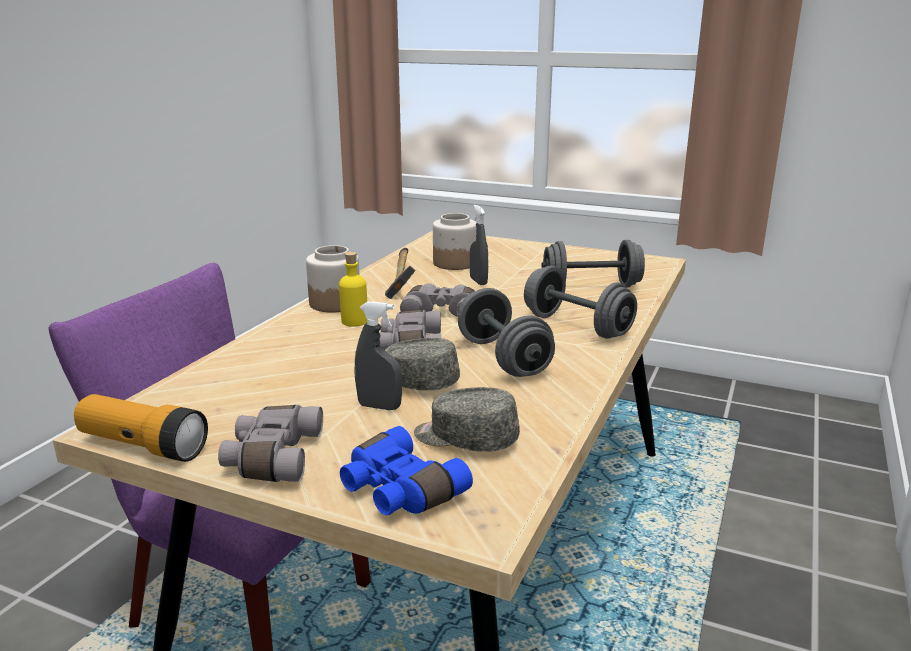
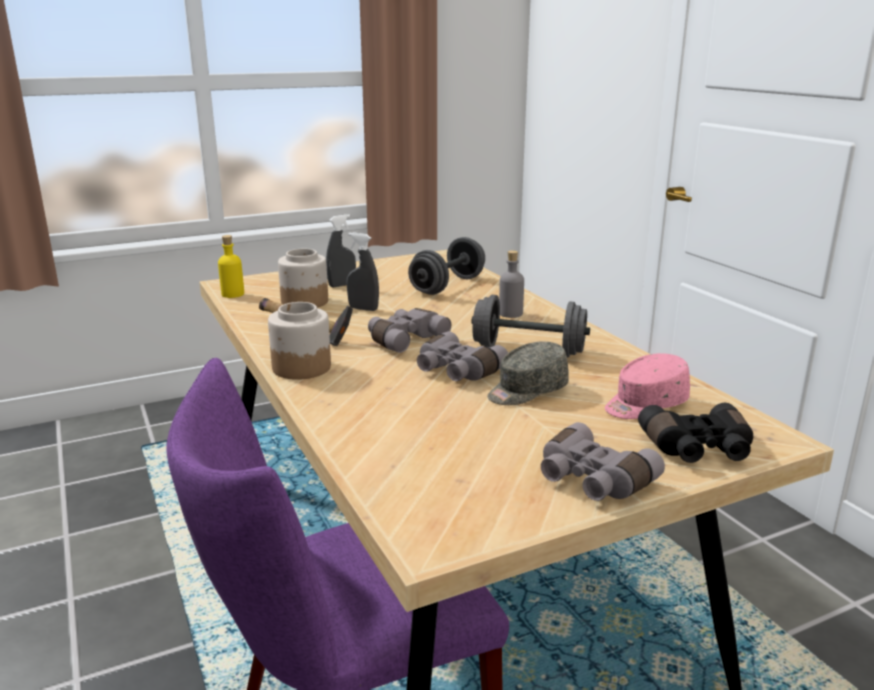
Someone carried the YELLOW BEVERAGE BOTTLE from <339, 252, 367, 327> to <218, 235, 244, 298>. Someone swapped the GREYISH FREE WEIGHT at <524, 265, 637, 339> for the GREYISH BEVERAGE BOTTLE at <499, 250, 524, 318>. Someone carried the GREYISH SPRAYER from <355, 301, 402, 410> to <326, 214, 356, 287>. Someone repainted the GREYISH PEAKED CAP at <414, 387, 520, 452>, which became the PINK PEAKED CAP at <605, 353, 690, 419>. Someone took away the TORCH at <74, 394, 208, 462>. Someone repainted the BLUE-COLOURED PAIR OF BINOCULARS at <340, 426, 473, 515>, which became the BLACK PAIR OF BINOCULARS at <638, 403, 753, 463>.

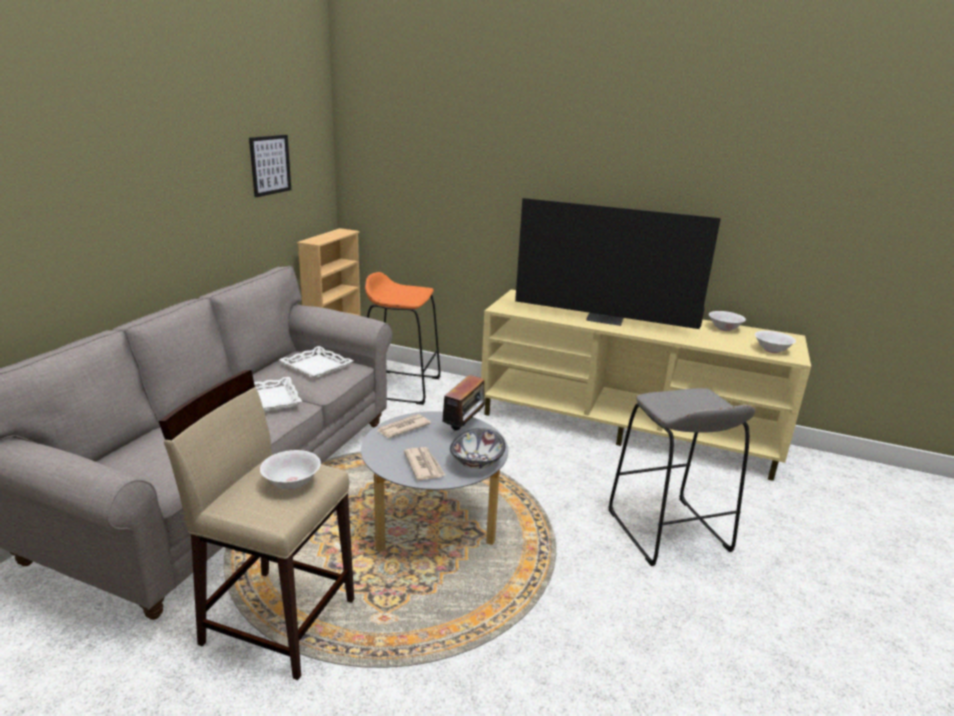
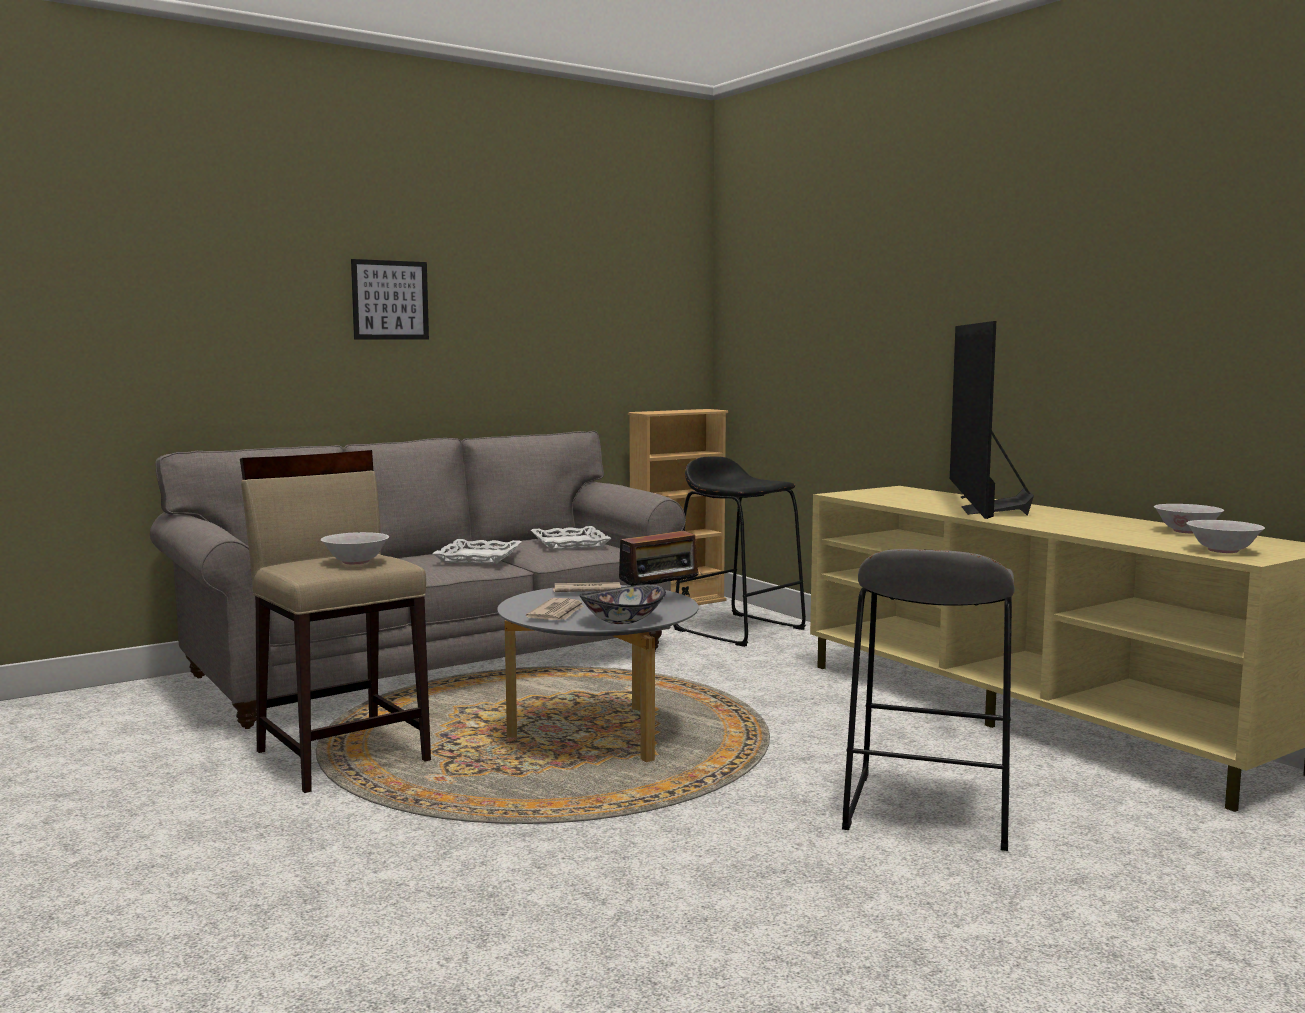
Someone carried the PICTURE from <249, 135, 291, 197> to <351, 259, 429, 340>. Someone rotated the TV SET at <515, 198, 721, 329> by 45 degrees clockwise. Someone repainted the ORANGEY SITTING STOOL at <365, 272, 440, 405>, which became the BLACK SITTING STOOL at <673, 456, 806, 647>.

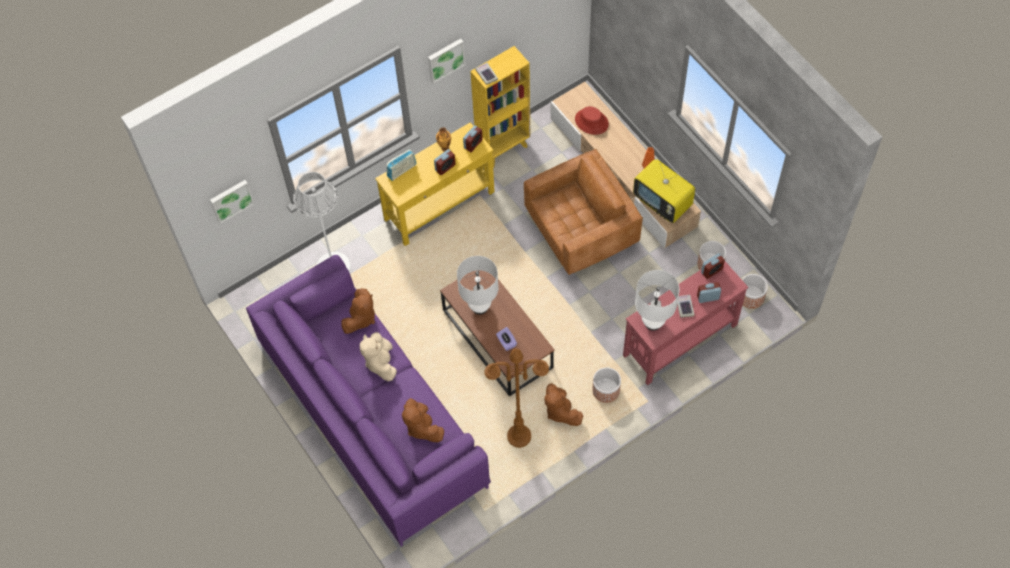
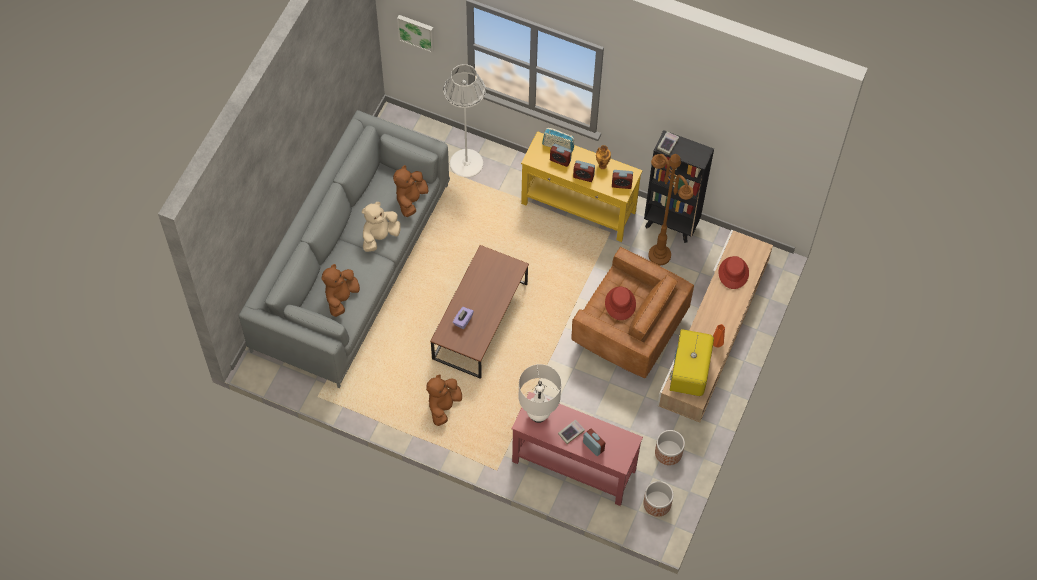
Someone took away the PICTURE at <428, 38, 465, 84>. Someone repainted the YELLOW BOOKCASE at <470, 46, 530, 168>, which became the BLACK BOOKCASE at <644, 130, 714, 243>. Someone carried the BEDSIDE CLOCK from <701, 253, 725, 279> to <550, 143, 572, 167>. Someone repainted the PURPLISH SOFA at <246, 255, 491, 546>, which became the GREYISH SOFA at <239, 110, 450, 388>. Someone took away the WHITE-COLOURED TABLETOP LAMP at <457, 256, 499, 315>. Someone rotated the BROWNISH SOFT TOY at <341, 288, 375, 334> by 120 degrees clockwise. Someone carried the BROWNISH STANDARD LAMP from <484, 349, 549, 448> to <648, 154, 693, 265>. Someone took away the PLANT POT at <592, 367, 621, 403>. Someone put down the RED WEARABLE HAT at <605, 287, 636, 320>.

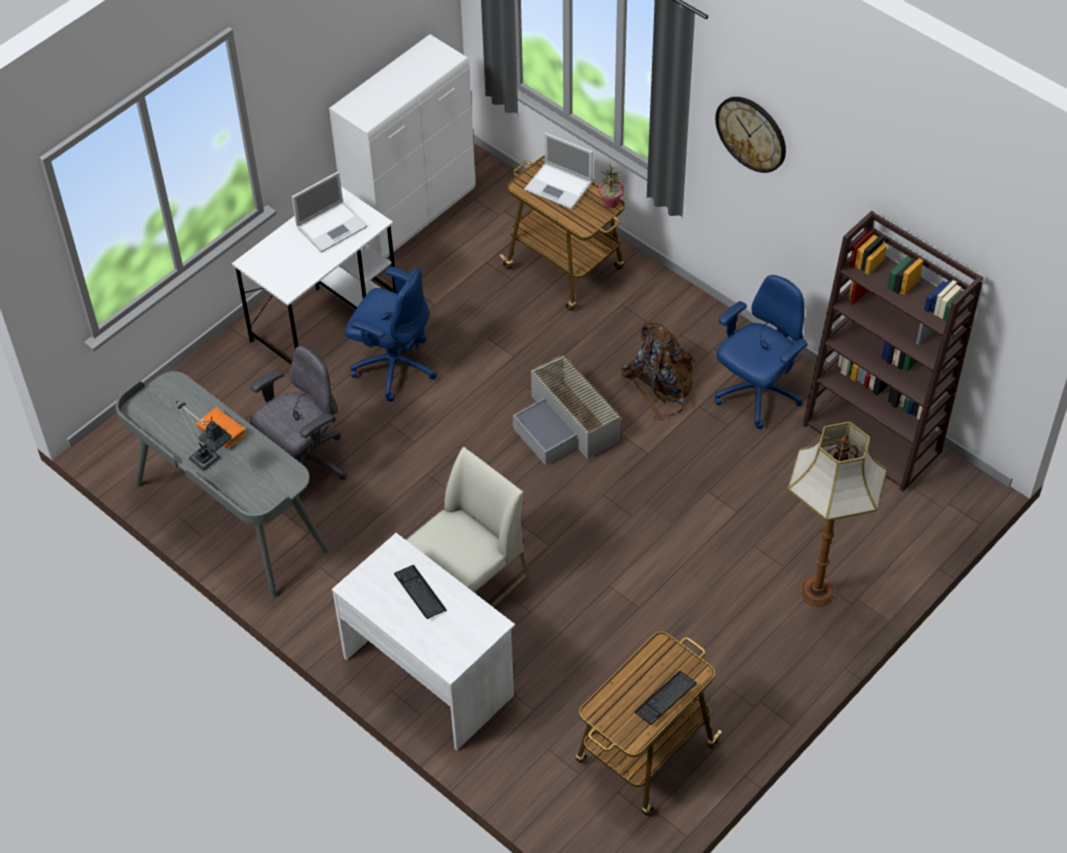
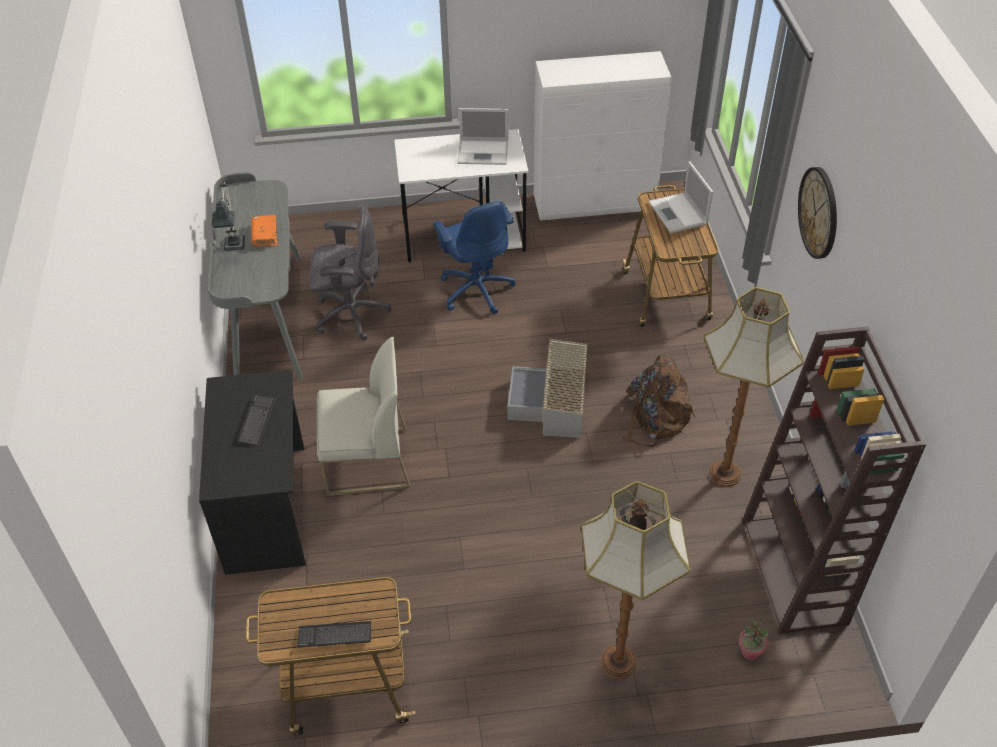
Someone carried the HOUSEPLANT from <599, 164, 624, 208> to <739, 616, 769, 660>. Someone swapped the BLUE-COLOURED DESK CHAIR at <715, 275, 808, 429> for the STANDARD LAMP at <704, 287, 804, 487>. Someone repainted the WHITE-COLOURED DESK UNIT at <332, 533, 515, 750>, which became the BLACK DESK UNIT at <199, 370, 306, 575>.

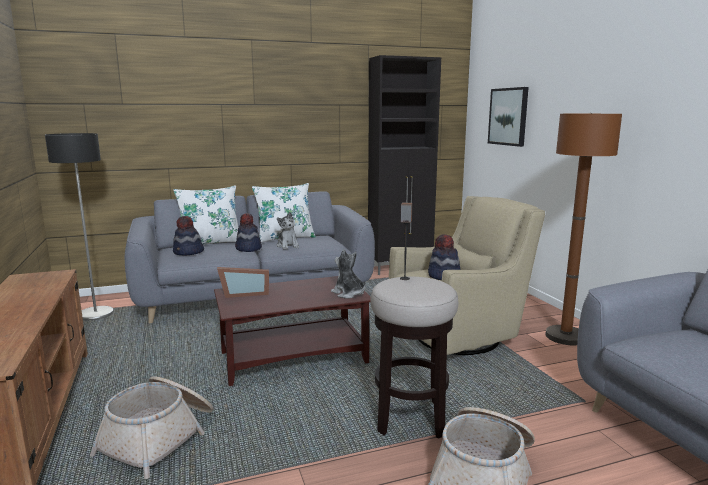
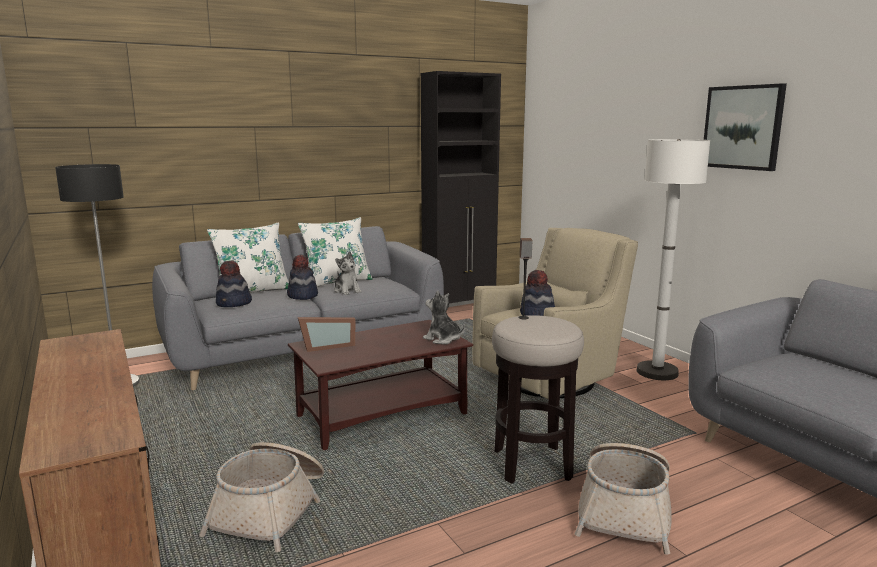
Someone carried the PICTURE from <488, 87, 529, 147> to <704, 83, 787, 171>. Someone repainted the BROWNISH STANDARD LAMP at <545, 113, 622, 345>, which became the WHITE-COLOURED STANDARD LAMP at <637, 139, 710, 380>.

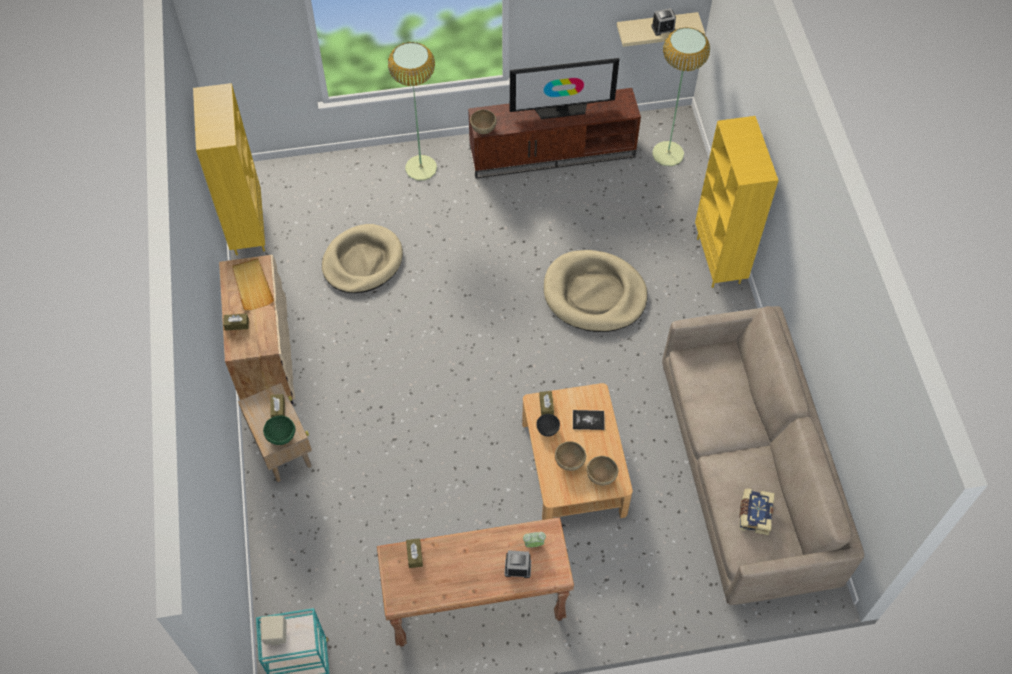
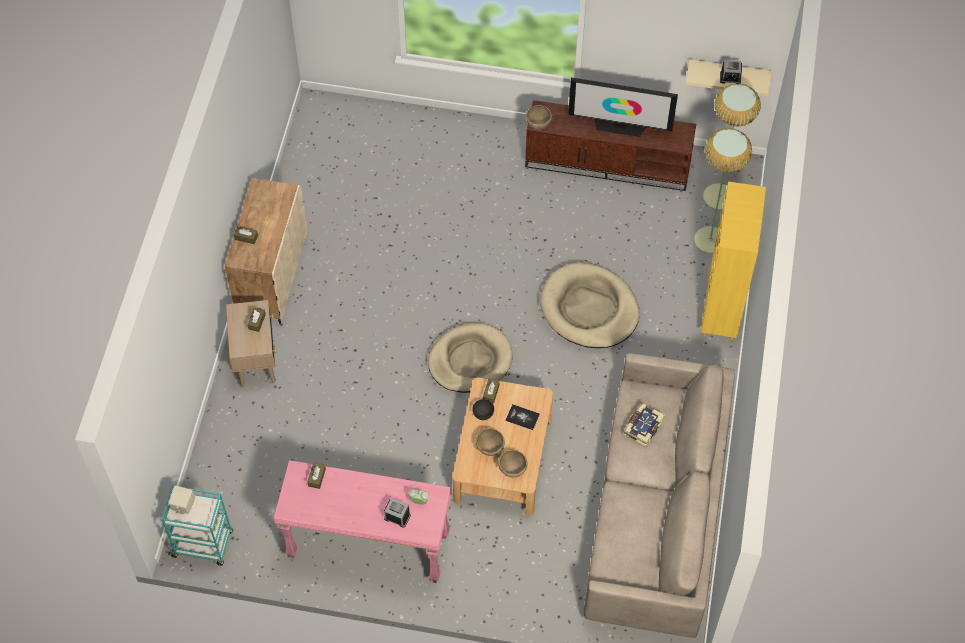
Someone carried the STANDARD LAMP from <388, 42, 437, 181> to <694, 128, 752, 254>. Someone took away the YELLOW BOOKCASE at <193, 83, 265, 255>. Someone carried the BEIGE-COLOURED PET BED from <322, 224, 403, 293> to <428, 323, 513, 393>. Someone took away the BEIGE-COLOURED SERVING TRAY at <232, 258, 274, 311>. Someone took away the GREENISH BOWL at <263, 415, 295, 445>. Someone carried the BOUND BOOK from <739, 488, 775, 535> to <624, 404, 665, 448>. Someone repainted the BROWNISH NARROW TABLE at <377, 517, 574, 647>, which became the PINK NARROW TABLE at <273, 460, 451, 583>.

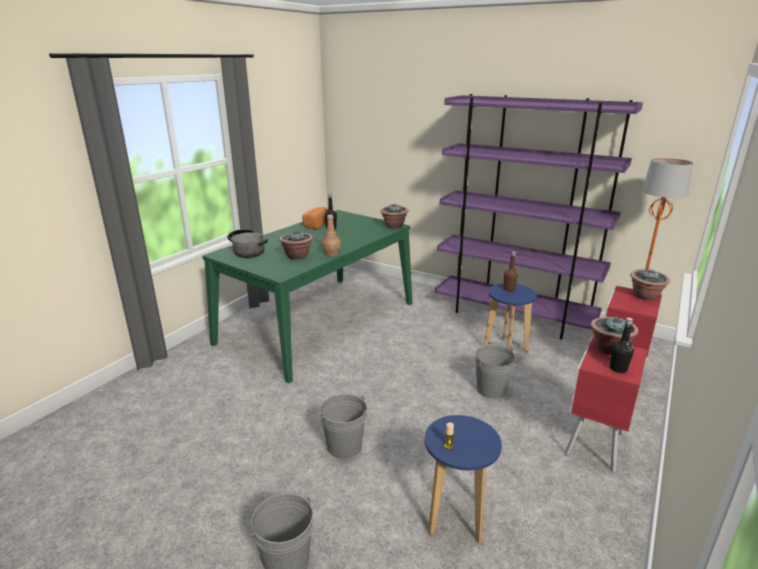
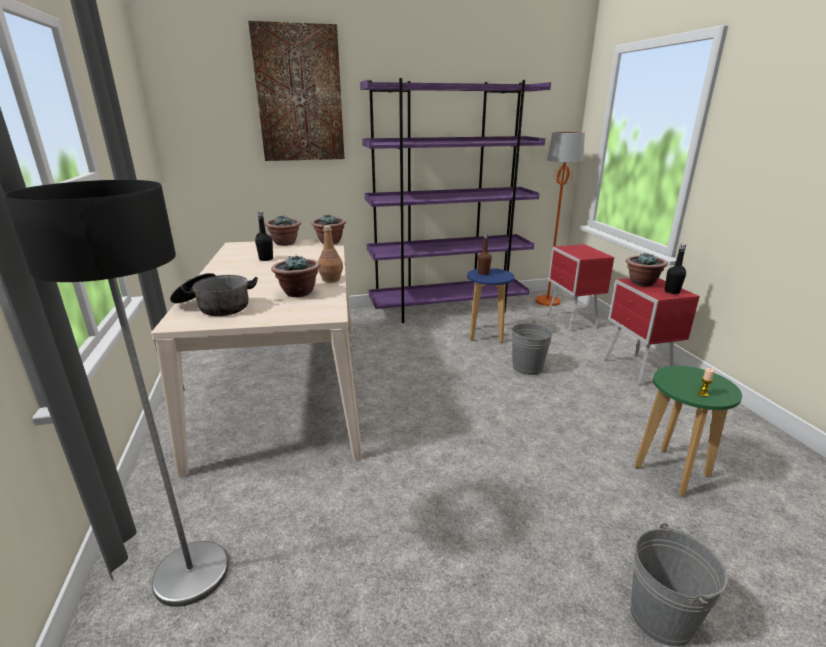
Someone took away the BAKED BREAD at <302, 207, 328, 229>. Someone repainted the GREENISH DINING TABLE at <203, 210, 412, 383>, which became the BEIGE-COLOURED DINING TABLE at <151, 238, 362, 477>. Someone carried the HOUSEPLANT from <630, 269, 670, 300> to <265, 215, 301, 246>. Someone took away the GREYISH WATER BUCKET at <320, 394, 367, 459>. Someone repainted the BLUE-COLOURED SITTING STOOL at <425, 415, 502, 543>, which became the GREENISH SITTING STOOL at <635, 366, 742, 496>. Someone put up the PICTURE at <248, 21, 344, 161>. Someone put down the STANDARD LAMP at <4, 180, 229, 607>.

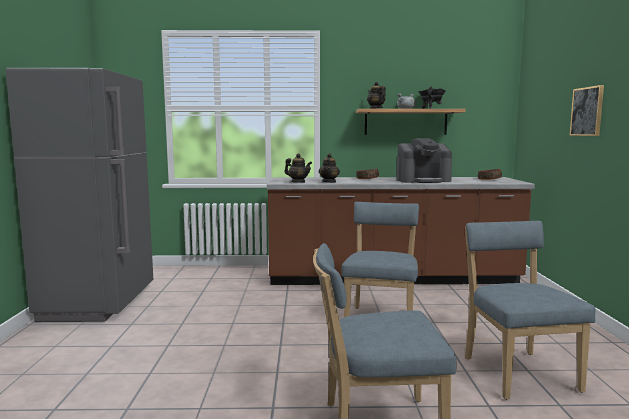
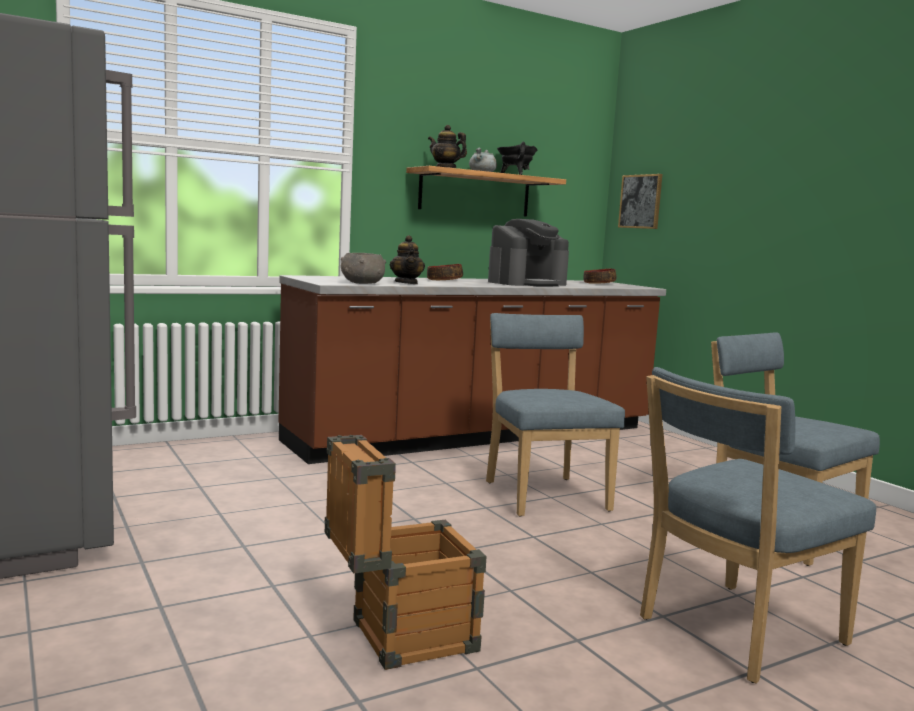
Someone carried the PICTURE from <569, 85, 604, 136> to <618, 174, 663, 229>. Someone swapped the POT FOR TEA at <285, 153, 312, 183> for the GREYISH BOWL at <341, 253, 386, 284>. Someone put down the CRATE at <325, 435, 486, 670>.

